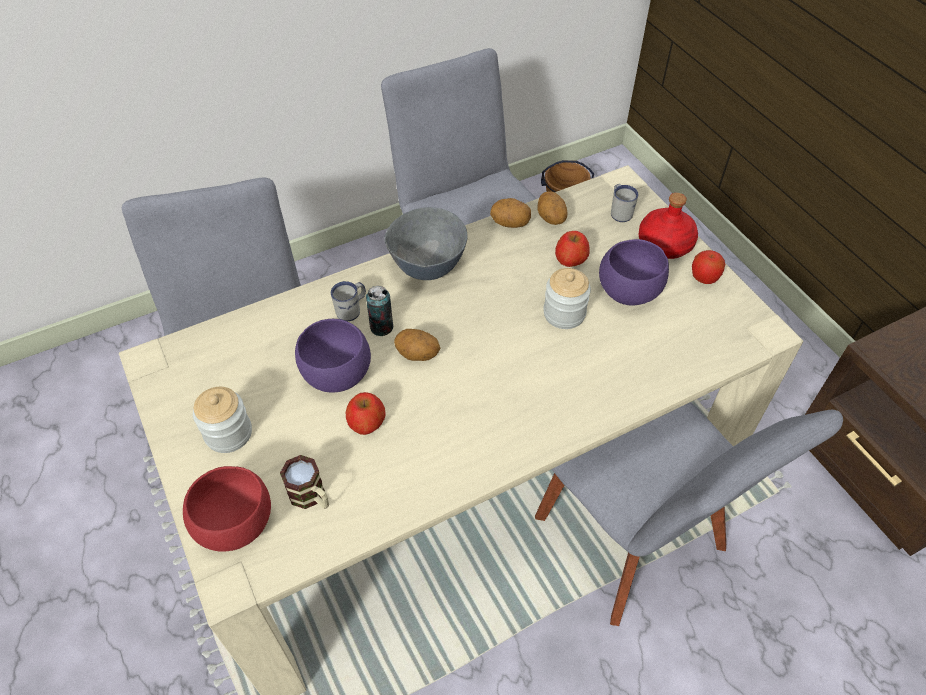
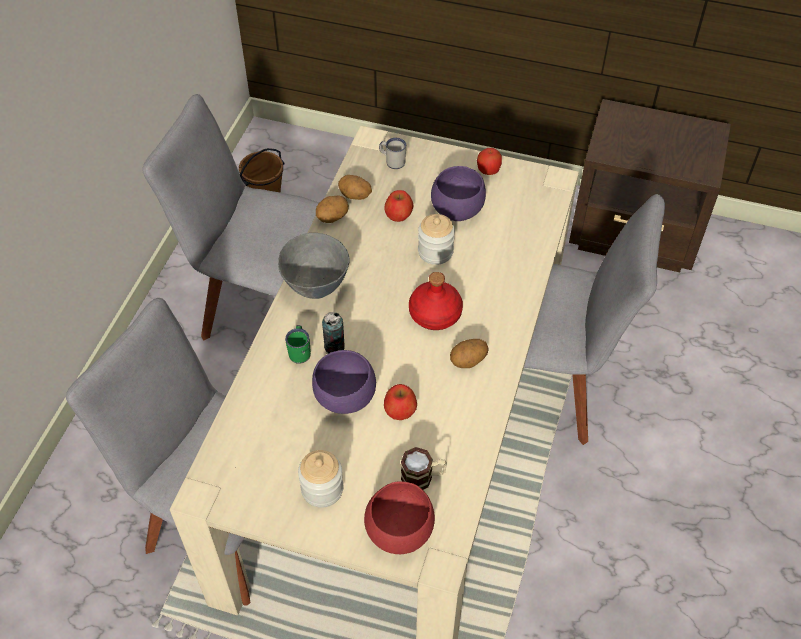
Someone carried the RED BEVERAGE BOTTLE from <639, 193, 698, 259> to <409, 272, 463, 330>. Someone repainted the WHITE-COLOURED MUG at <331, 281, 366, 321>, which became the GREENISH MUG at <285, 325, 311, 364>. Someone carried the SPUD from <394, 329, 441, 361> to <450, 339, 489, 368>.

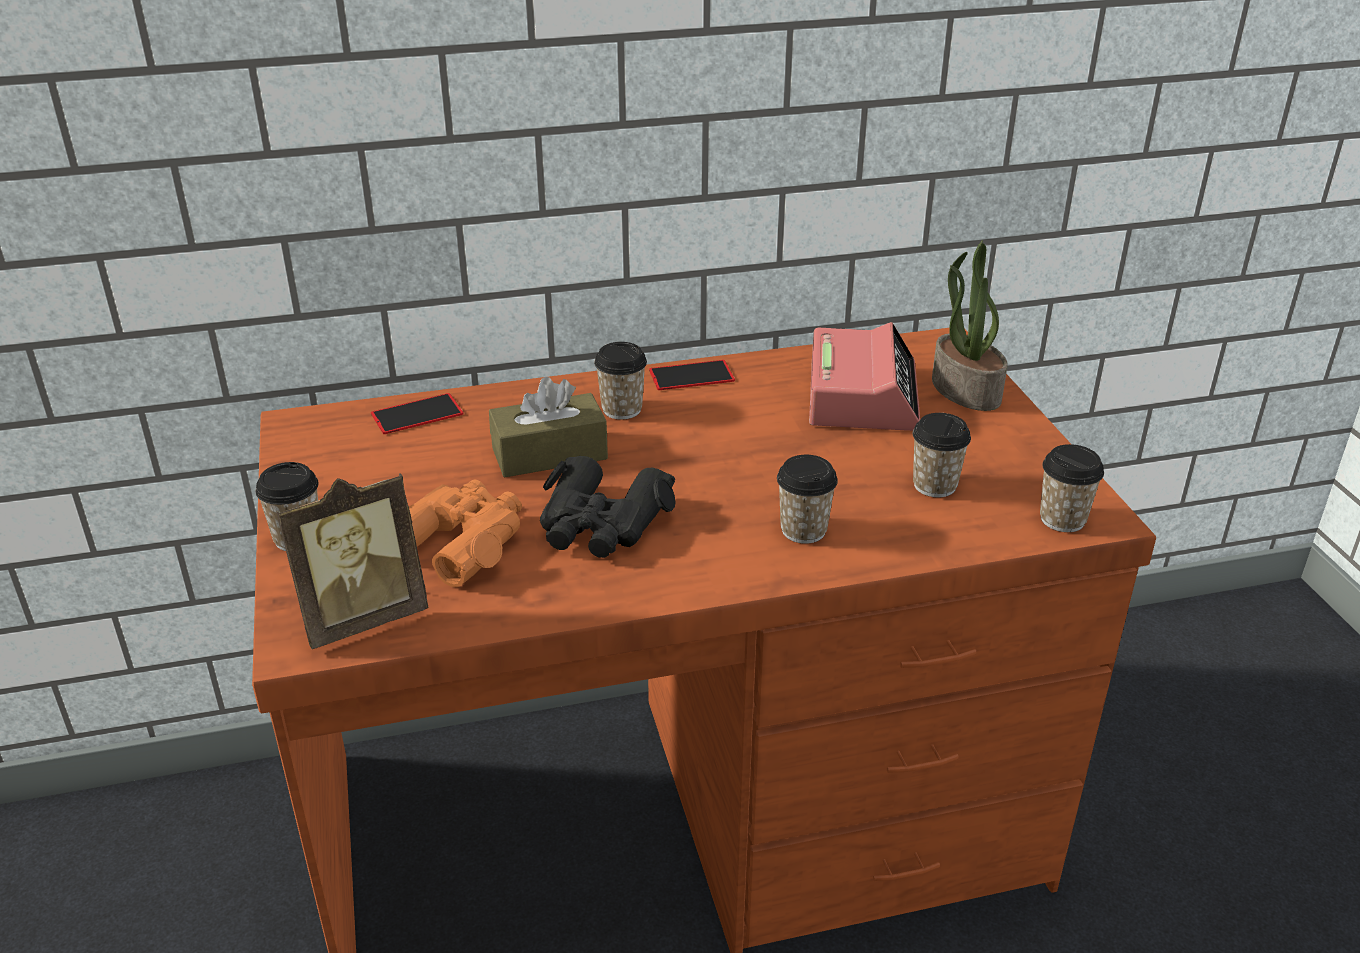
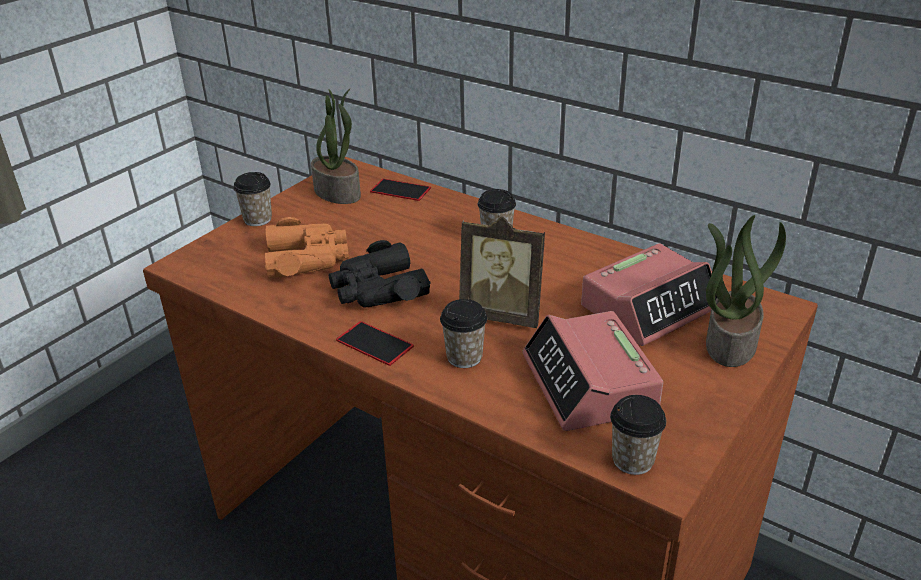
Someone carried the HANDSET from <649, 360, 735, 390> to <336, 321, 414, 366>. Someone took away the BROWNISH BOX OF TISSUES at <489, 377, 608, 477>. Someone swapped the DRINKING CUP at <913, 413, 971, 497> for the BEDSIDE CLOCK at <522, 311, 664, 431>. Someone carried the PICTURE FRAME from <276, 473, 428, 649> to <459, 216, 545, 328>. Someone put down the HOUSEPLANT at <311, 89, 361, 204>.

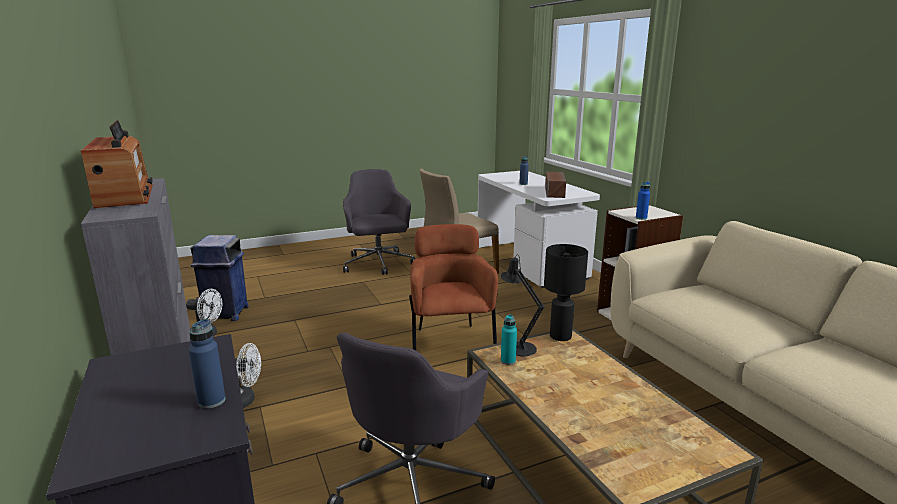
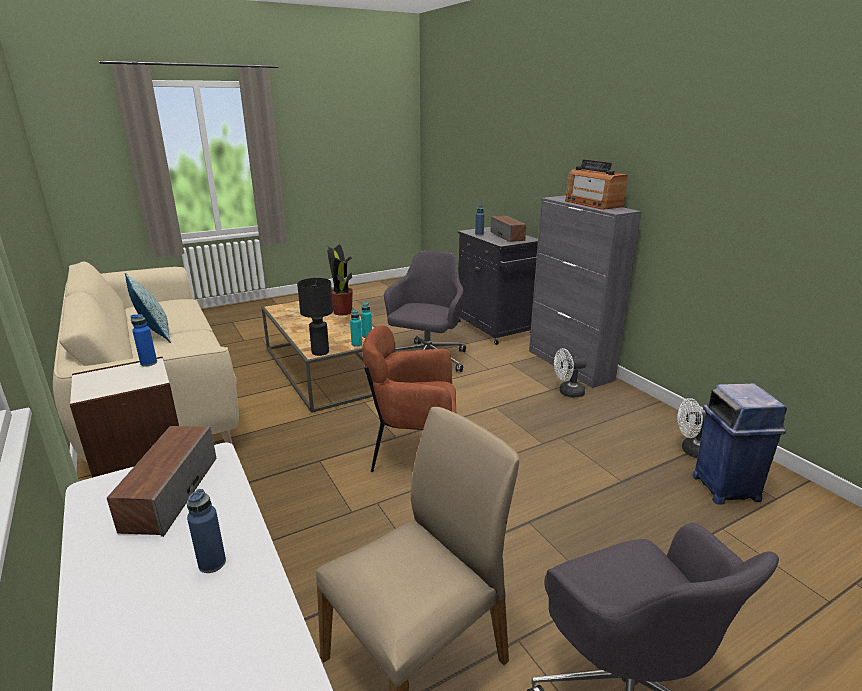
Someone rotated the BROWNISH LOUNGE CHAIR at <409, 224, 498, 351> by 105 degrees clockwise. Someone swapped the BLACK TABLETOP LAMP at <500, 255, 545, 356> for the TURQUOISE-COLOURED BEVERAGE BOTTLE at <350, 310, 362, 347>. Someone put down the AUDIO SPEAKER at <490, 216, 526, 242>. Someone put down the HOUSEPLANT at <327, 244, 353, 315>. Someone put down the PILLOW at <125, 273, 171, 343>.

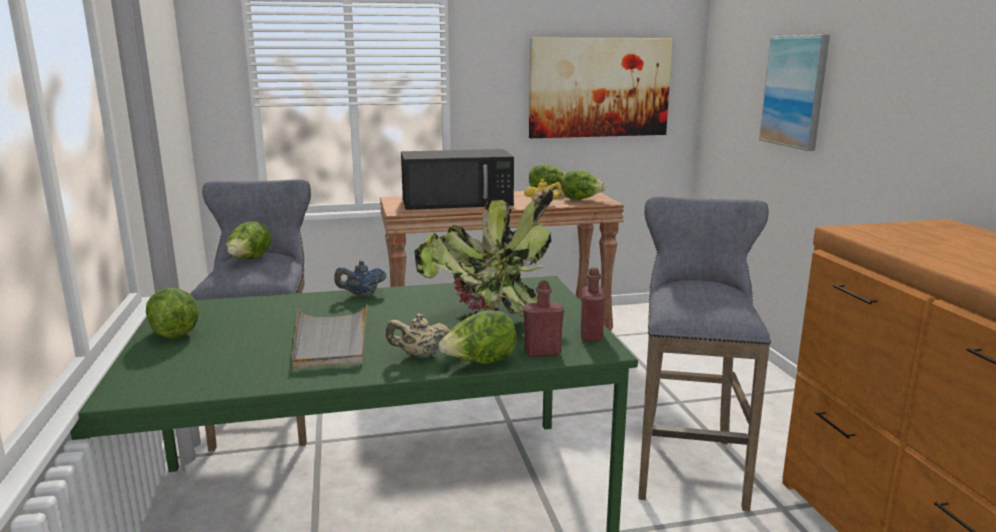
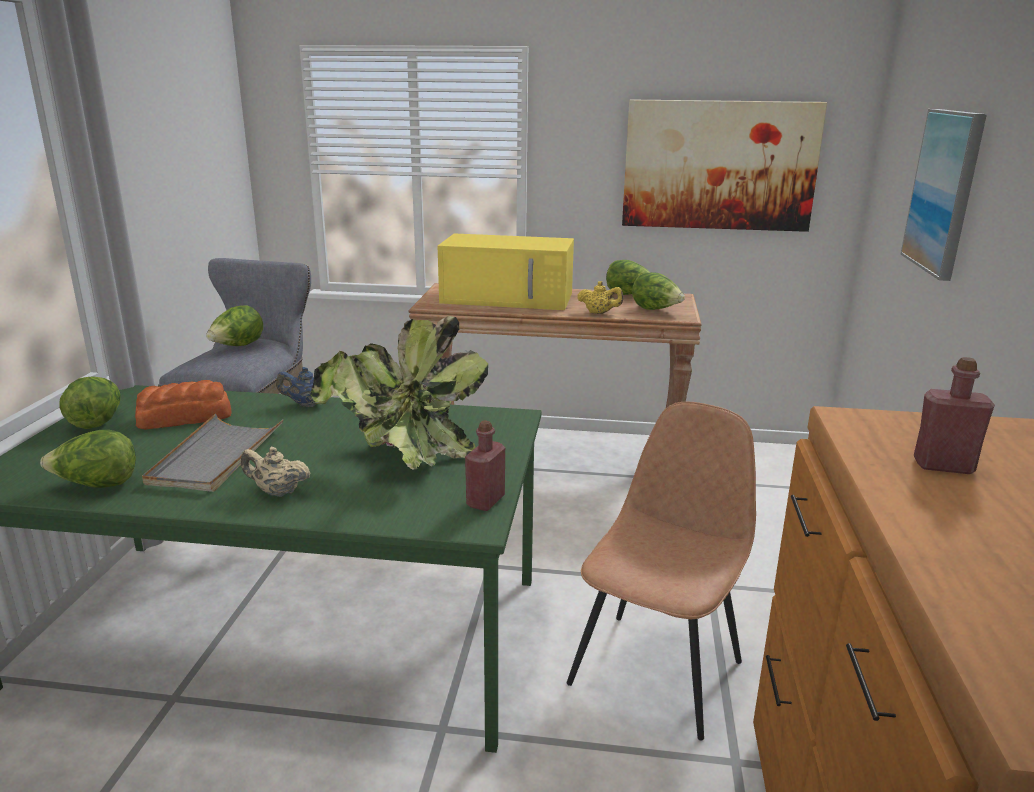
Someone repainted the BLACK KITCHEN MICROWAVE at <401, 149, 514, 210>, which became the YELLOW KITCHEN MICROWAVE at <438, 233, 574, 310>. Someone swapped the GREYISH SITTING STOOL at <639, 196, 771, 512> for the BROWNISH PLAIN CHAIR at <567, 402, 756, 740>. Someone carried the RED BEVERAGE BOTTLE from <523, 281, 564, 357> to <914, 357, 995, 474>. Someone carried the HEAD OF LETTUCE from <438, 310, 517, 364> to <40, 430, 136, 488>. Someone put down the BAKED BREAD at <135, 380, 231, 430>.

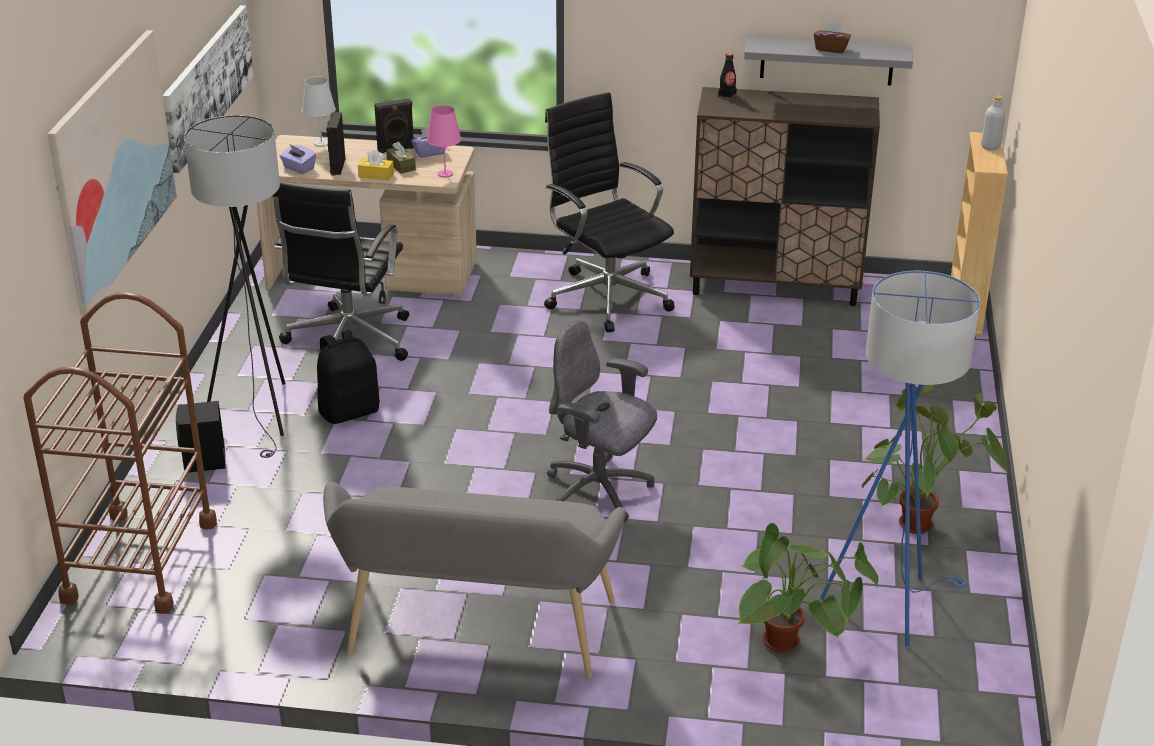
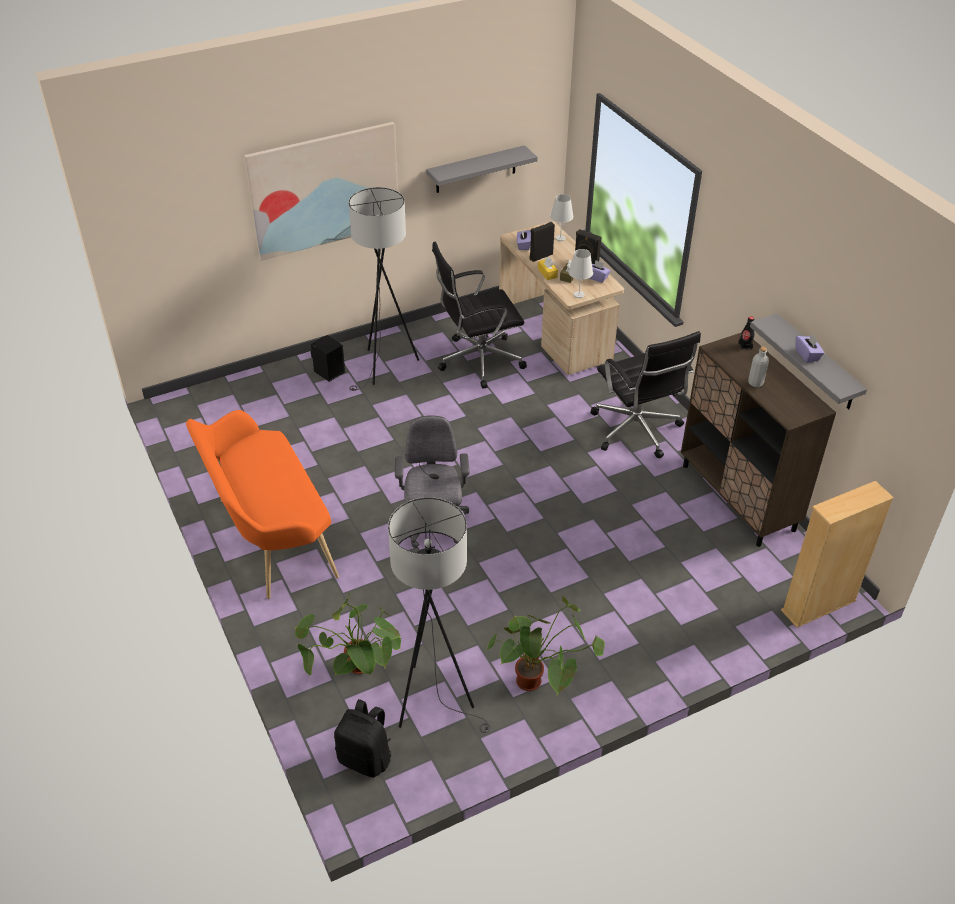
Someone swapped the PICTURE at <163, 5, 254, 173> for the GREYISH SHELF at <426, 145, 538, 193>. Someone repainted the BROWNISH BOX OF TISSUES at <814, 22, 851, 53>, which became the PURPLISH BOX OF TISSUES at <795, 333, 824, 363>. Someone rotated the BLACK DESK CHAIR at <544, 92, 675, 332> by 135 degrees clockwise. Someone carried the GREYISH BEVERAGE BOTTLE from <981, 95, 1006, 150> to <748, 347, 769, 387>. Someone repainted the PINK TABLETOP LAMP at <426, 105, 461, 178>, which became the WHITE-COLOURED TABLETOP LAMP at <569, 249, 593, 298>. Someone repainted the BLUE-COLOURED STANDARD LAMP at <820, 271, 980, 647>, which became the GREYISH STANDARD LAMP at <388, 497, 491, 733>. Someone took away the BROWNISH TROLLEY at <24, 292, 217, 614>. Someone carried the BLACK RUCKSACK from <317, 330, 380, 424> to <334, 699, 391, 778>. Someone repainted the GREYISH LONG SEAT at <323, 482, 626, 678>, which became the ORANGEY LONG SEAT at <186, 410, 339, 599>.

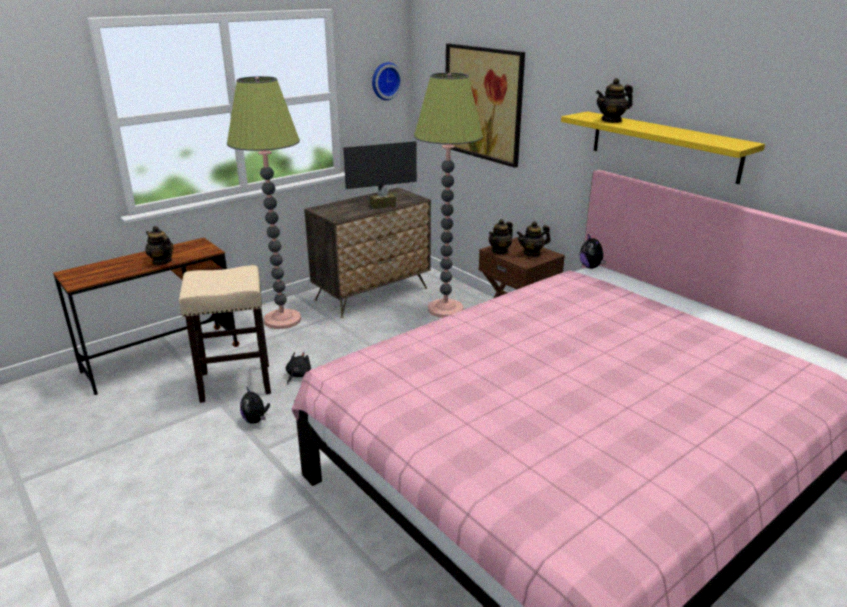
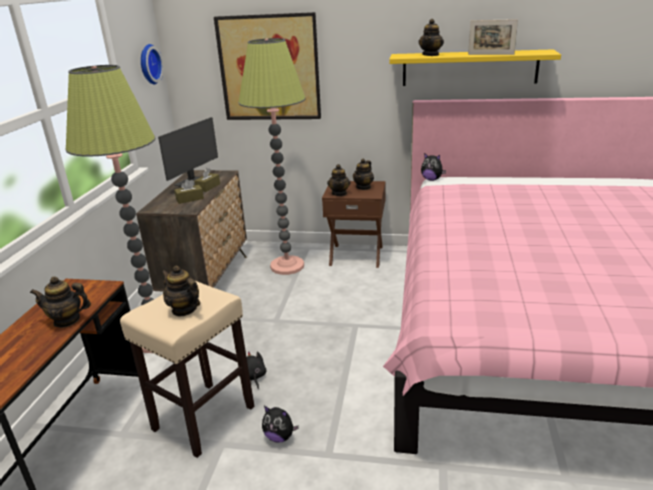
Someone put down the PICTURE FRAME at <468, 19, 518, 55>. Someone put down the BROWNISH BOX OF TISSUES at <174, 179, 204, 204>. Someone put down the POT FOR TEA at <161, 266, 200, 316>.

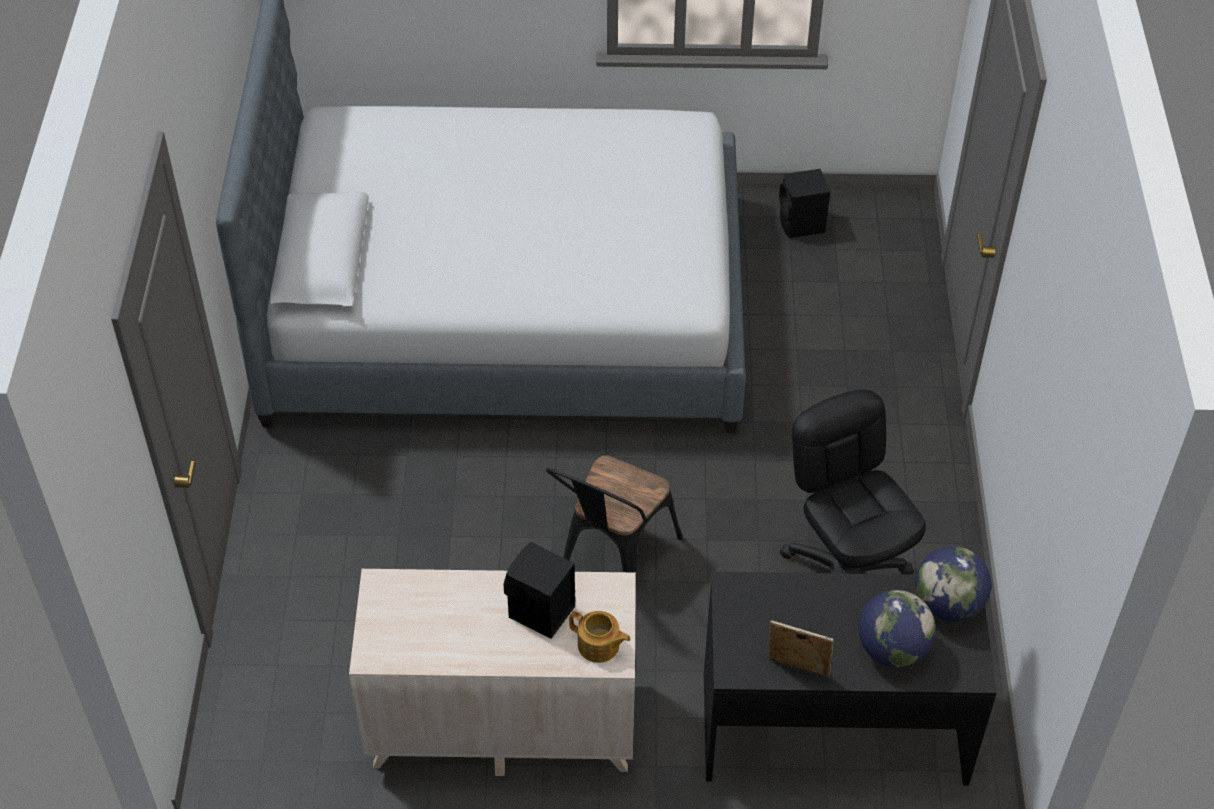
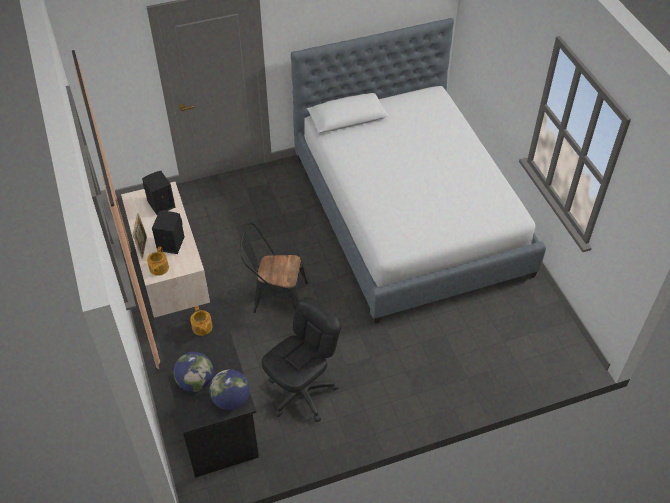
Someone carried the BLACK AUDIO SPEAKER from <779, 169, 830, 238> to <142, 171, 176, 215>. Someone carried the PICTURE FRAME from <768, 620, 834, 678> to <133, 213, 147, 258>. Someone put down the POT FOR TEA at <190, 305, 213, 336>.

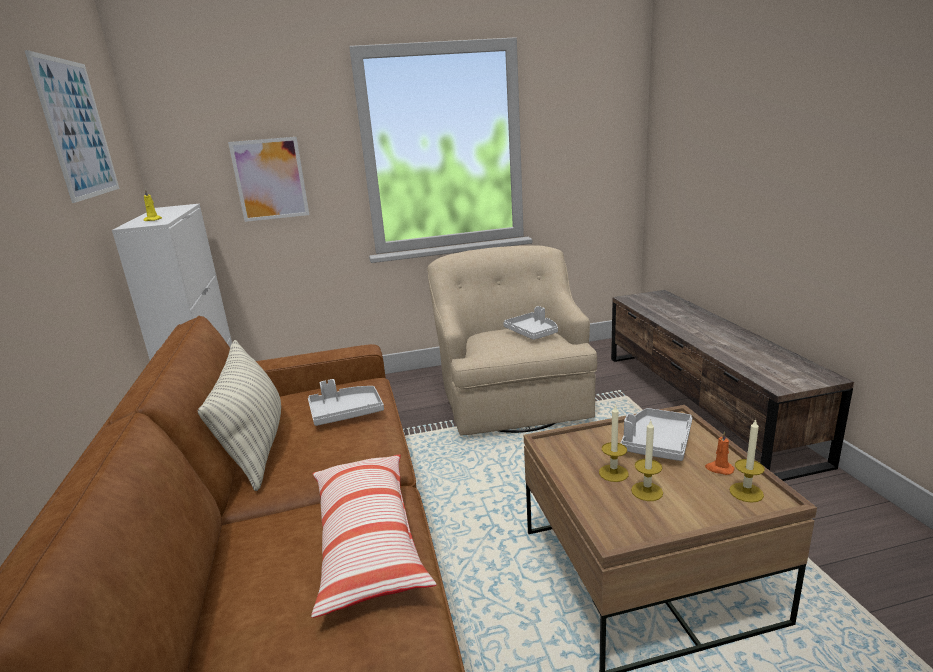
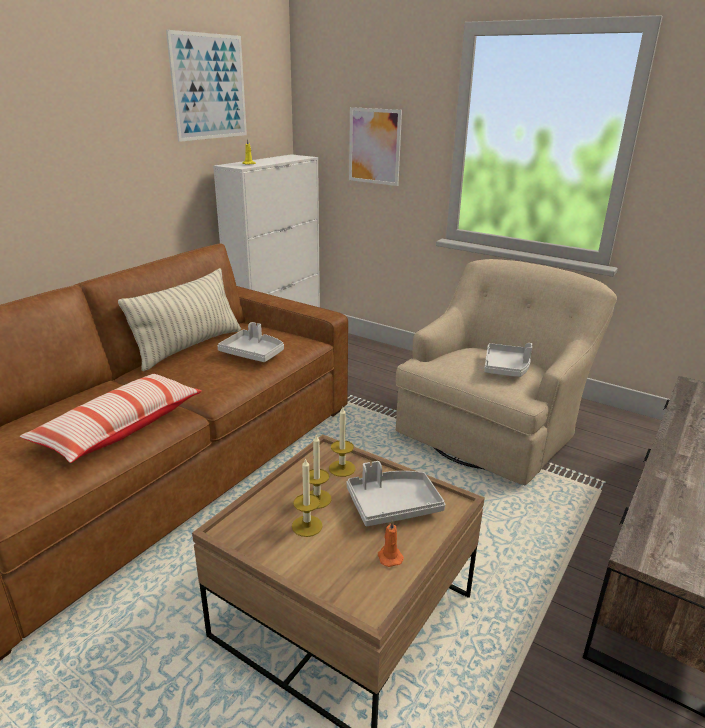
Someone carried the WAX CANDLE from <729, 419, 765, 503> to <329, 407, 355, 477>.

